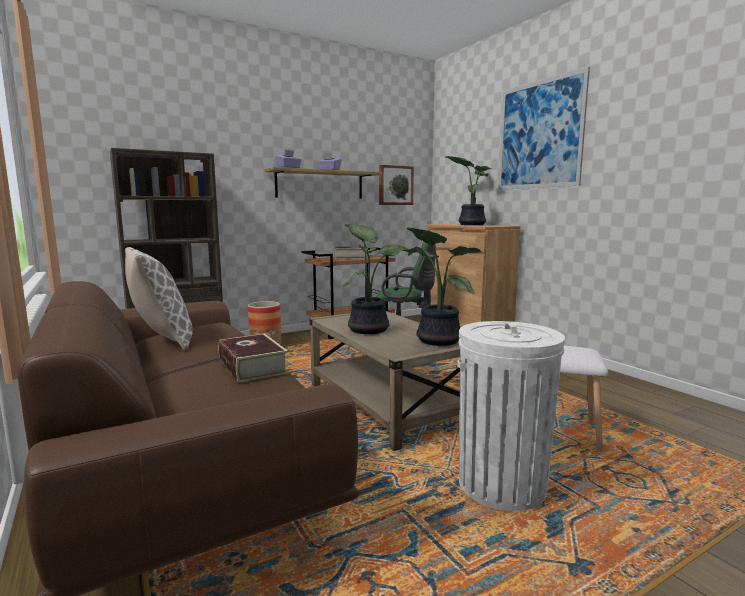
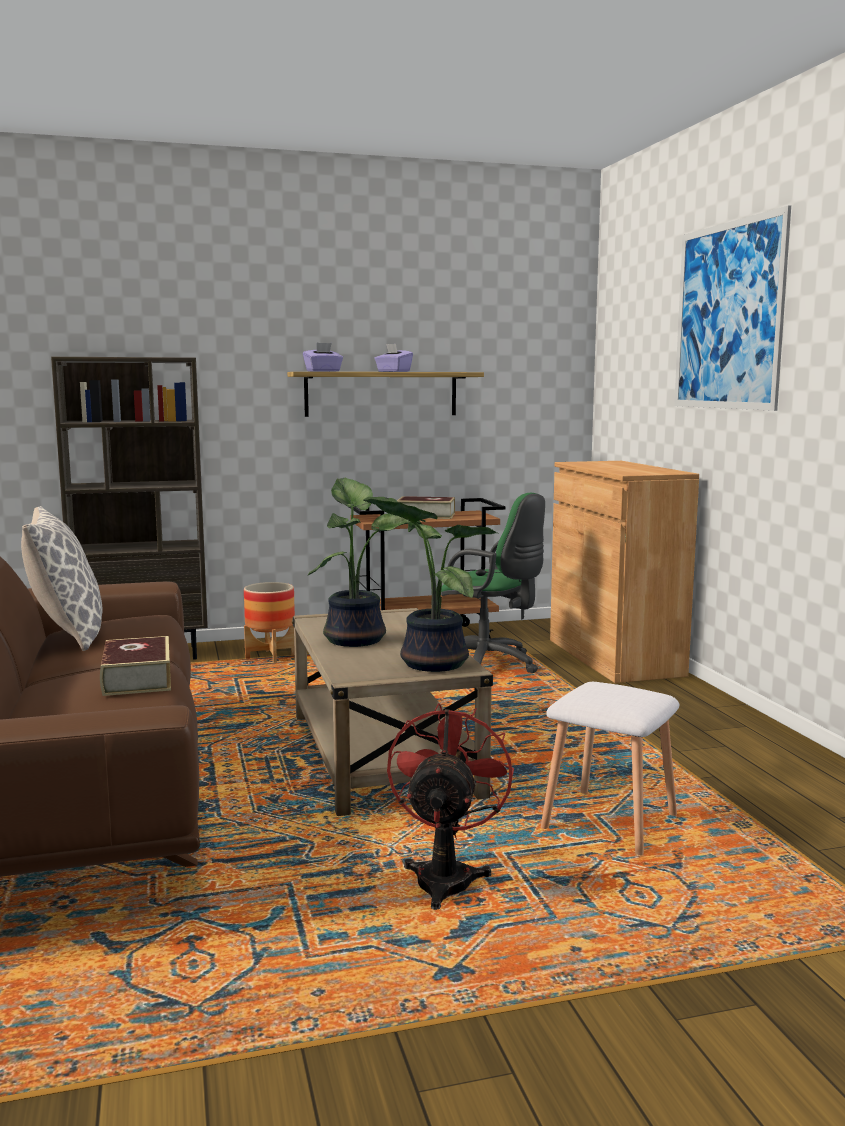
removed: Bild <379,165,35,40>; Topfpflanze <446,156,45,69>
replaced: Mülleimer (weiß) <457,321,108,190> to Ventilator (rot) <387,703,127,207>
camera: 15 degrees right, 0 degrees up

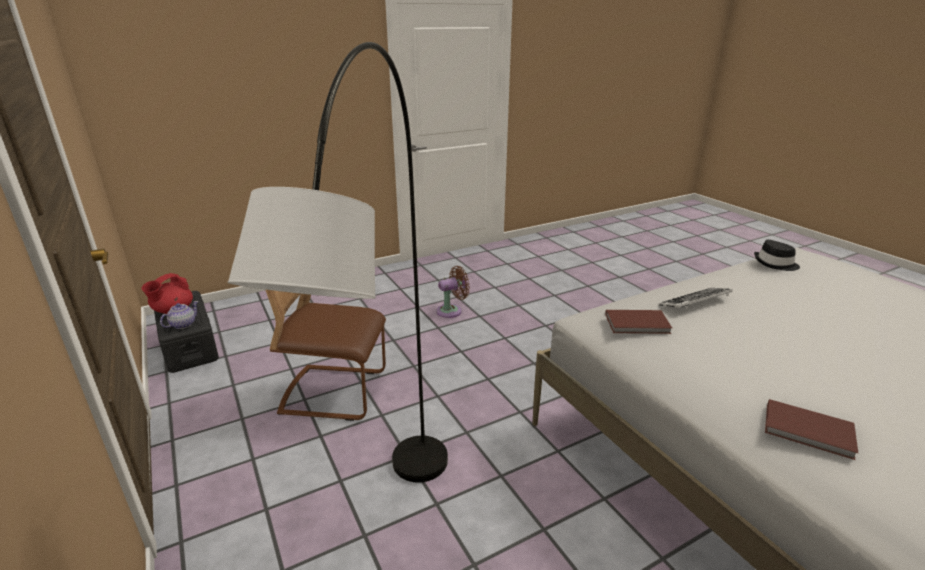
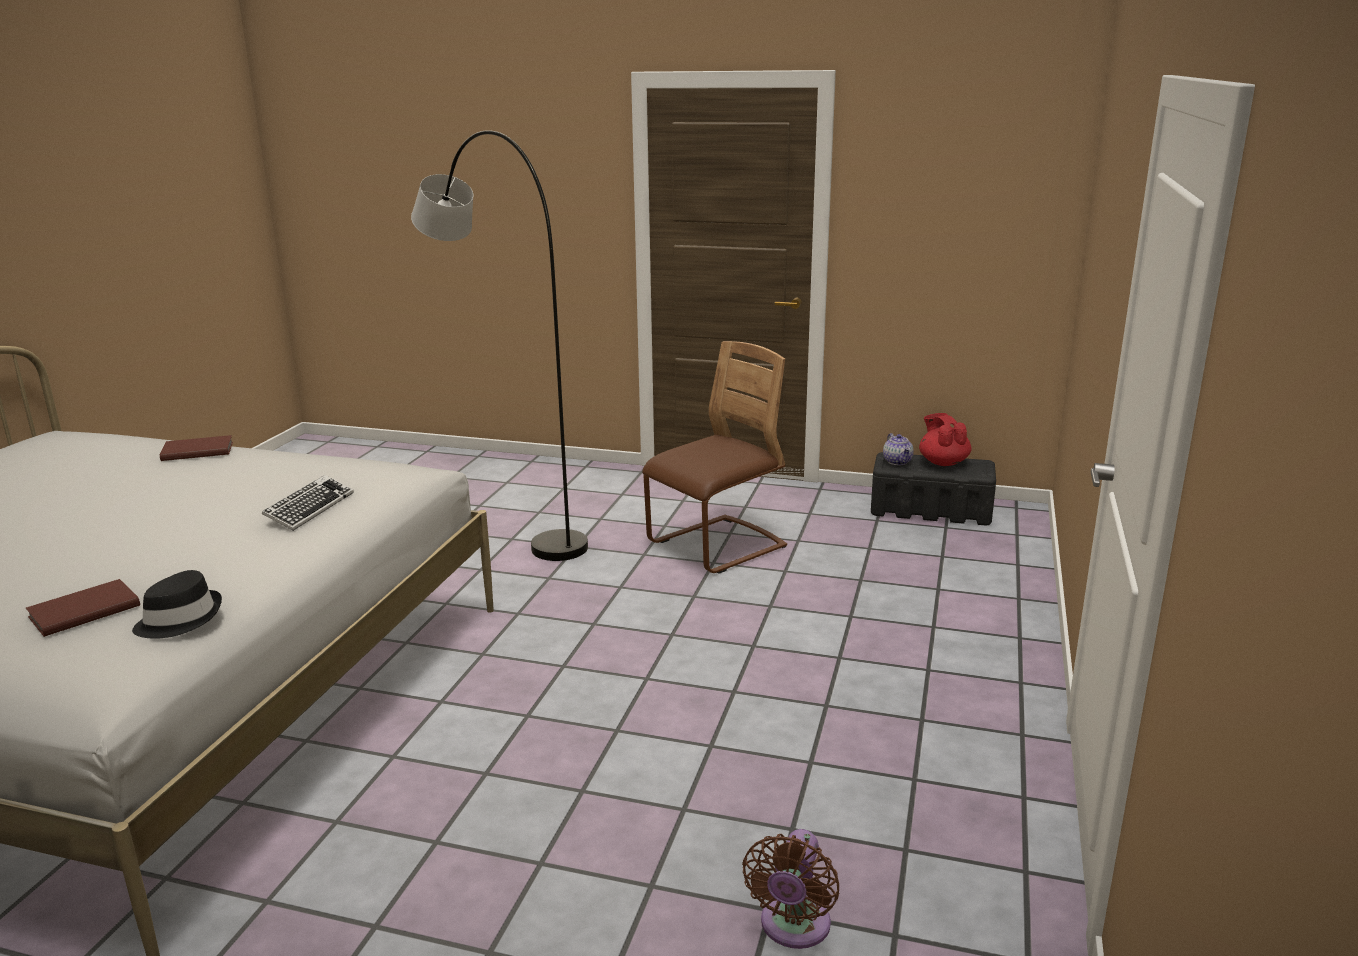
moved: Buch (braun) <605,310,67,24> to <26,579,114,58>; Ventilator (braun) <436,266,34,52> to <742,829,97,120>
camera: 135 degrees right, 5 degrees down

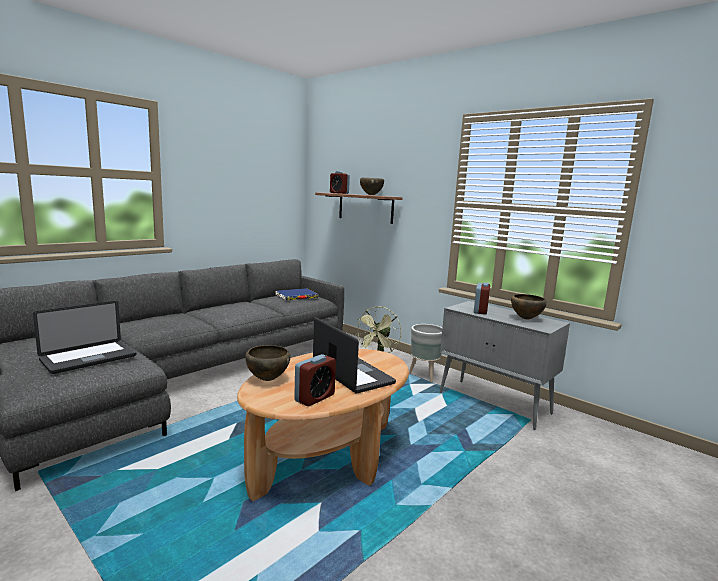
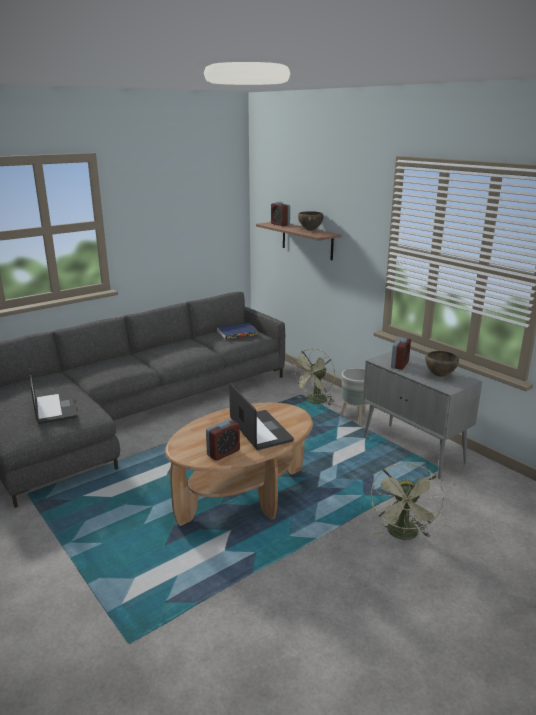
removed: Schüssel (braun) <245,345,45,36>
added: Ventilator (grün) <371,463,73,77>
turned: Laptop <33,301,103,73> = <29,364,49,60> 75 degrees counterclockwise
camera: 10 degrees right, 10 degrees up

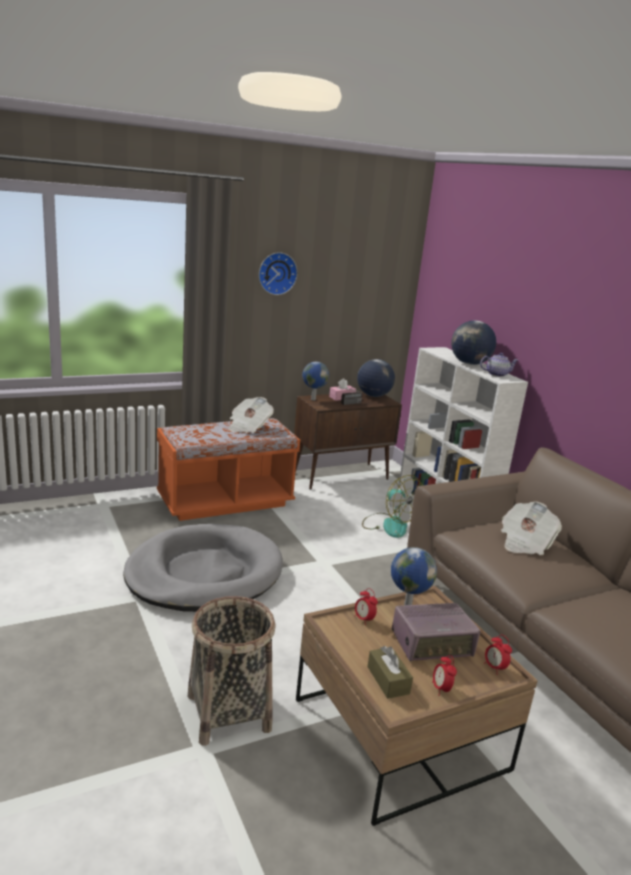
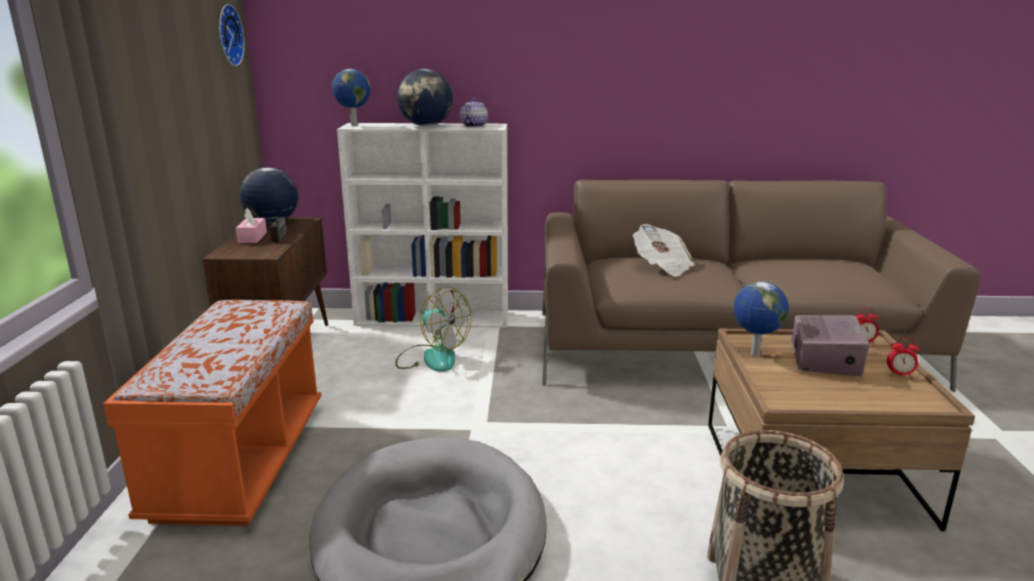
removed: Zeitung <229,397,45,36>; Wecker <355,588,23,33>; Taschentuchbox (braun) <367,646,46,53>
moved: Wanduhr <259,252,38,43> to <219,4,26,62>; Globus <302,362,27,39> to <332,69,39,57>
turned: Ventilator <362,475,61,63> = <395,287,76,85> 45 degrees clockwise
camera: 60 degrees left, 0 degrees up

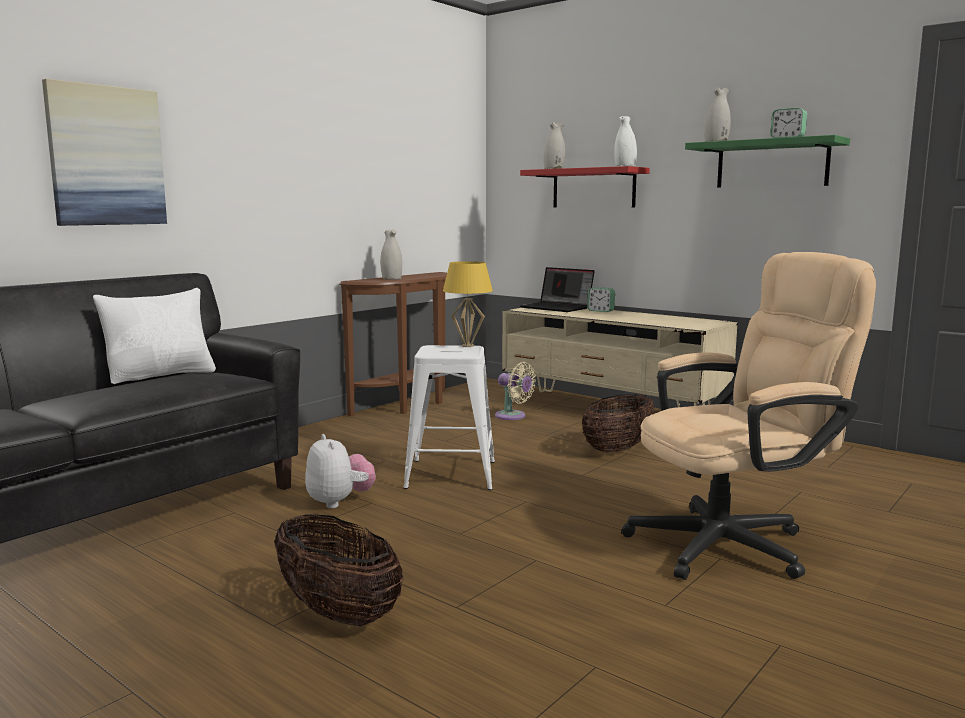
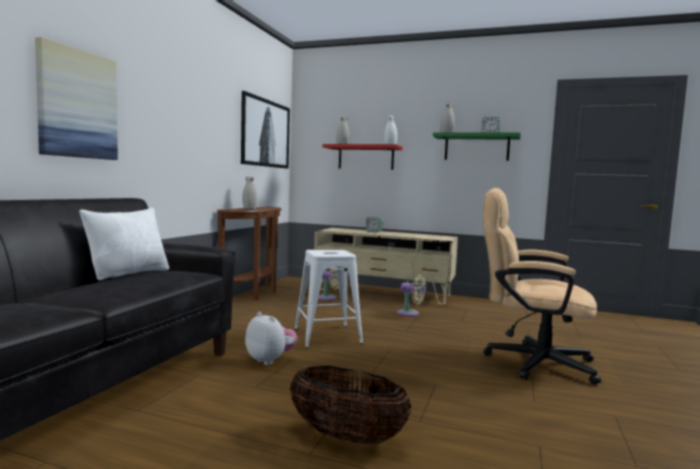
removed: Tischlampe (gelb) <443,261,50,86>; Laptop <520,267,75,45>
added: Bild <241,91,49,78>
replaced: Korb <582,394,72,58> to Ventilator (beige) <397,275,29,42>
turned: Bürostuhl (beige) <621,252,255,328> = <483,188,118,196> 120 degrees counterclockwise
camera: 20 degrees left, 5 degrees down

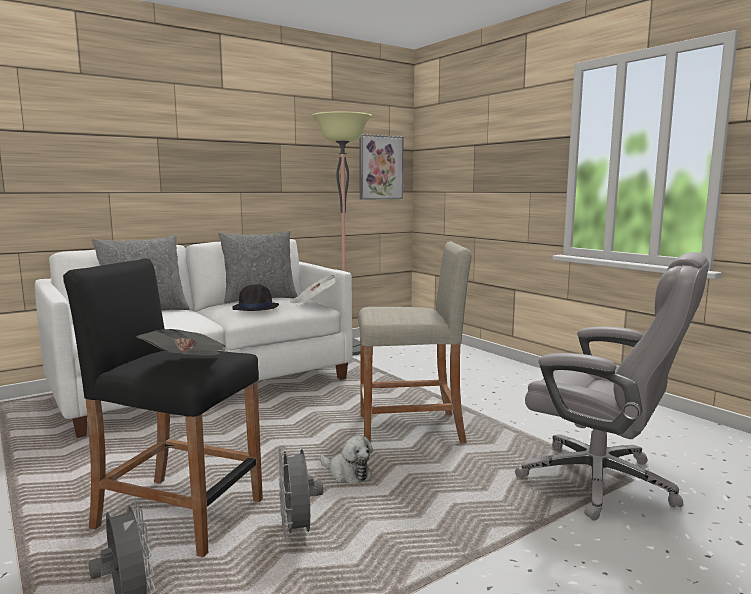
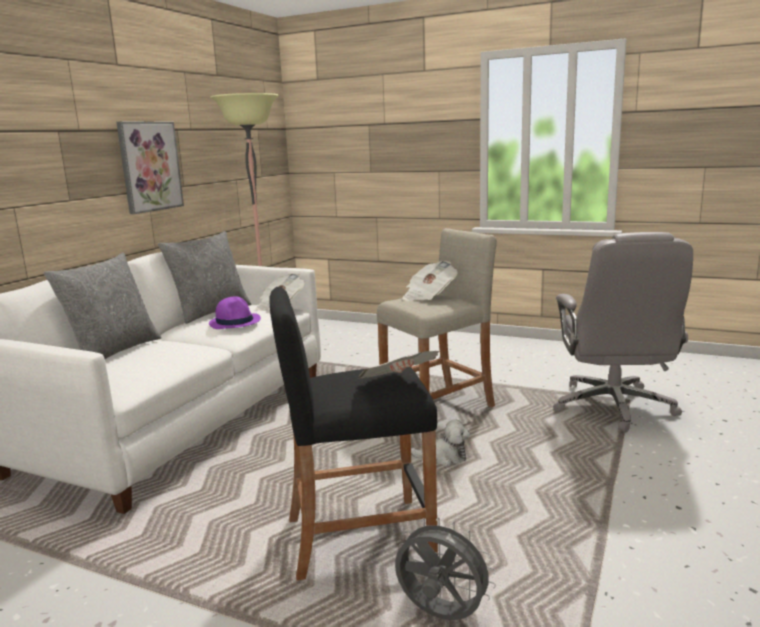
removed: Ventilator (grau) <278,445,45,96>
added: Zeitung <402,261,55,40>
moved: Bild <359,134,45,66> to <116,121,68,93>
recoloured: Hut (schwarz) <232,285,47,26> to Hut (lila) <209,296,52,33>
turned: Bürostuhl (grau) <515,252,194,269> = <553,232,140,201> 90 degrees clockwise
camera: 30 degrees left, 5 degrees up

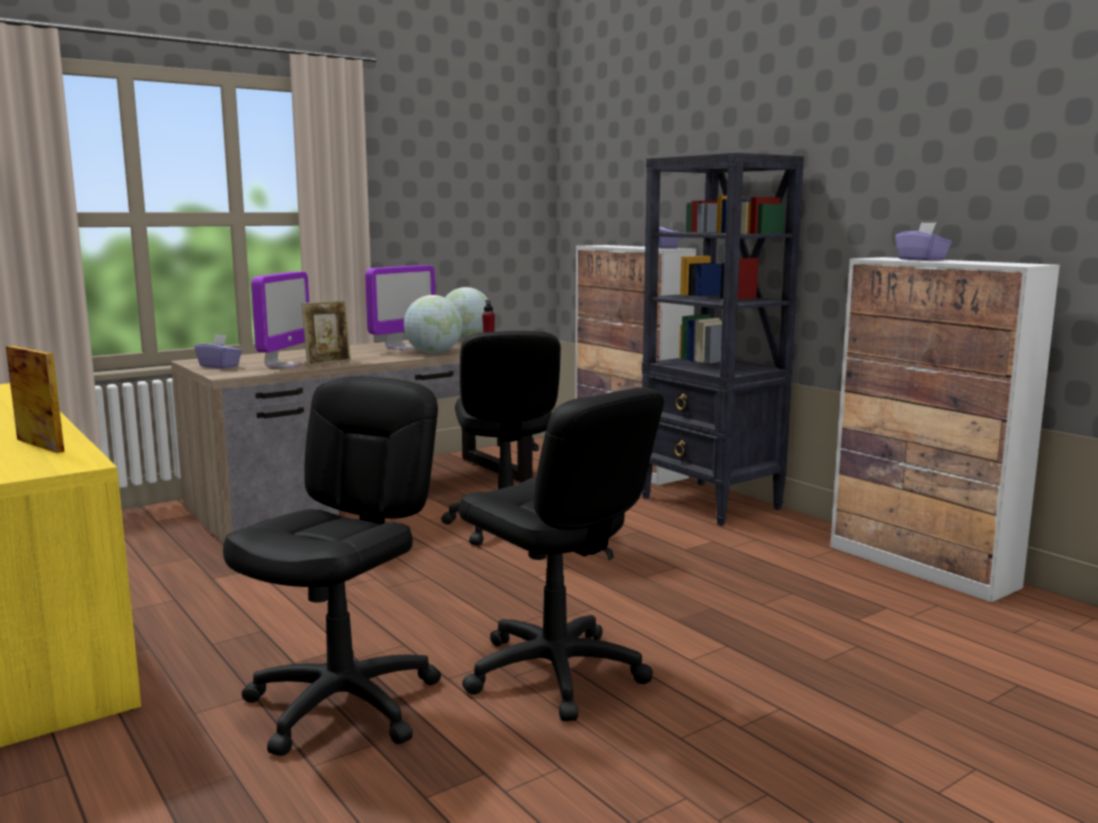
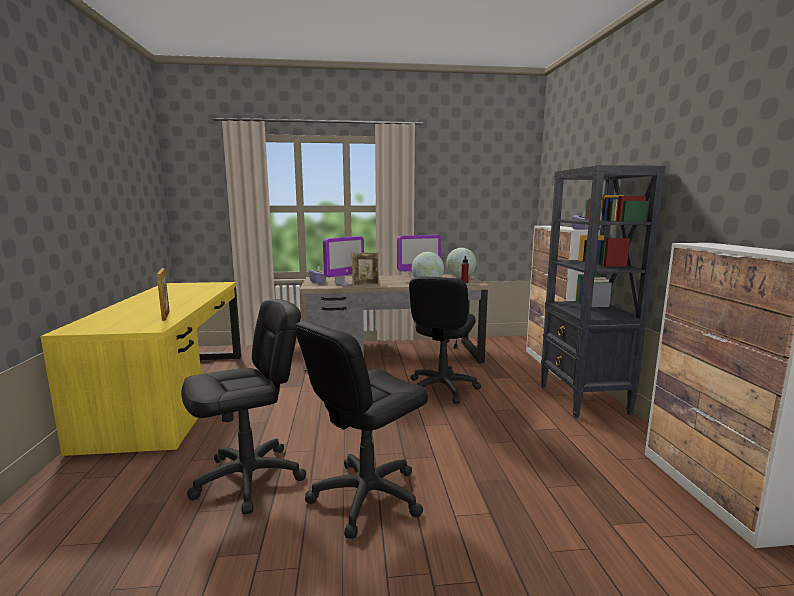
removed: Taschentuchbox (lila) <895,222,57,39>
turned: Bürostuhl (schwarz) <459,387,205,334> = <294,320,134,219> 60 degrees clockwise
camera: 30 degrees right, 0 degrees up

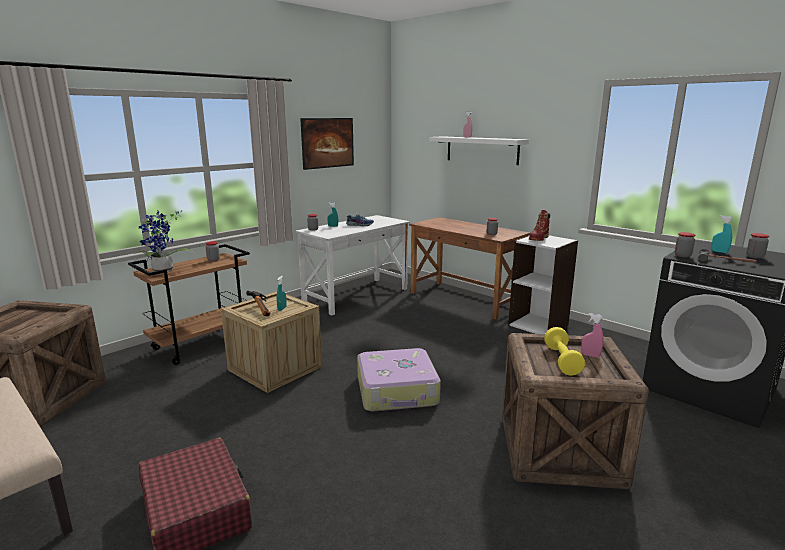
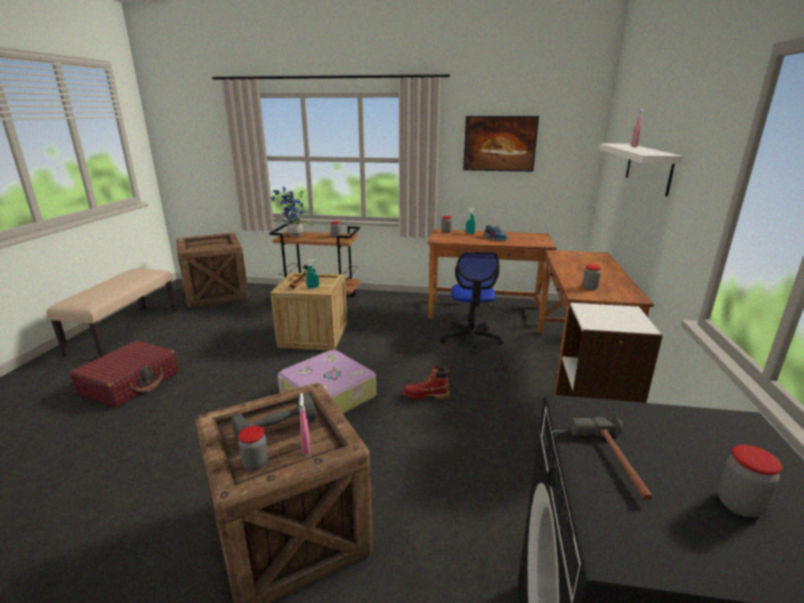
removed: Sprühflasche (türkis) <712,215,21,38>
added: Bürostuhl <439,252,65,102>
moved: Vorratsglas <675,232,20,25> to <238,426,31,44>; Stiefel (rot) <529,210,21,31> to <402,364,48,36>
recoloured: Hantel (gelb) <544,327,41,49> to Hantel (grau) <231,393,85,53>; Schreibtisch (weiß) <295,215,115,101> to Schreibtisch (braun) <428,229,128,90>
camera: 55 degrees right, 5 degrees up

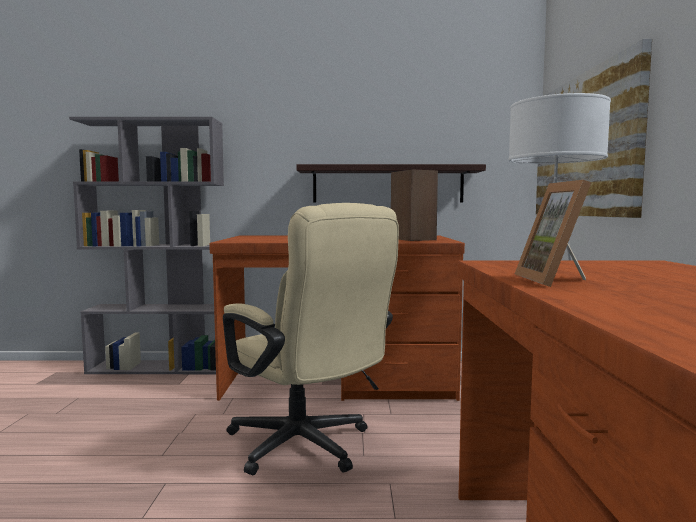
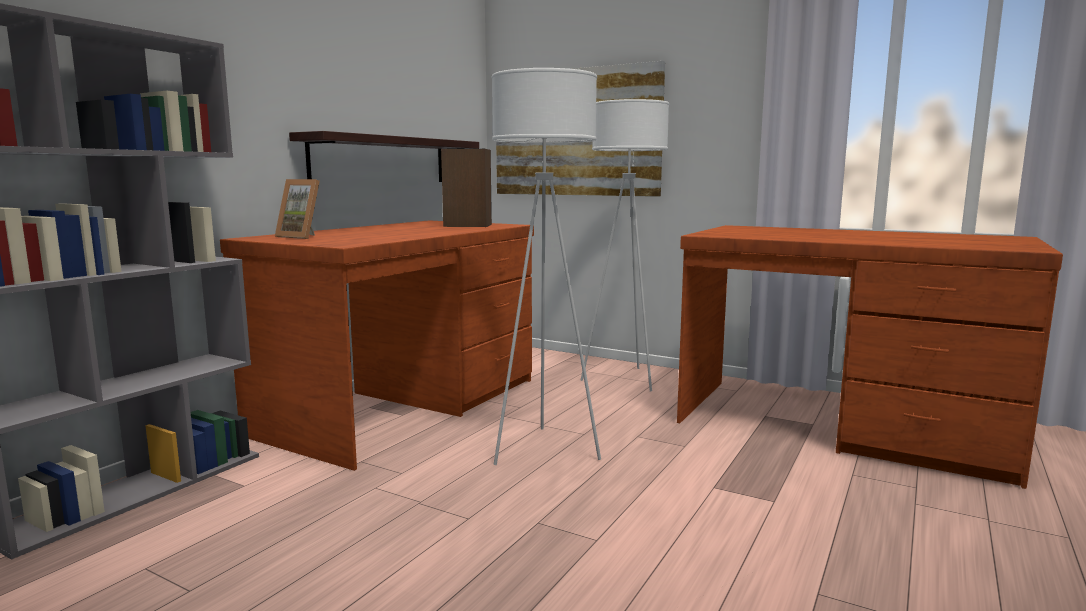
moved: Bilderrahmen <515,180,76,107> to <275,179,45,60>
replaced: Bürostuhl (beige) <223,203,176,272> to Stehlampe (weiß) <492,68,109,397>
camera: 60 degrees left, 5 degrees up

